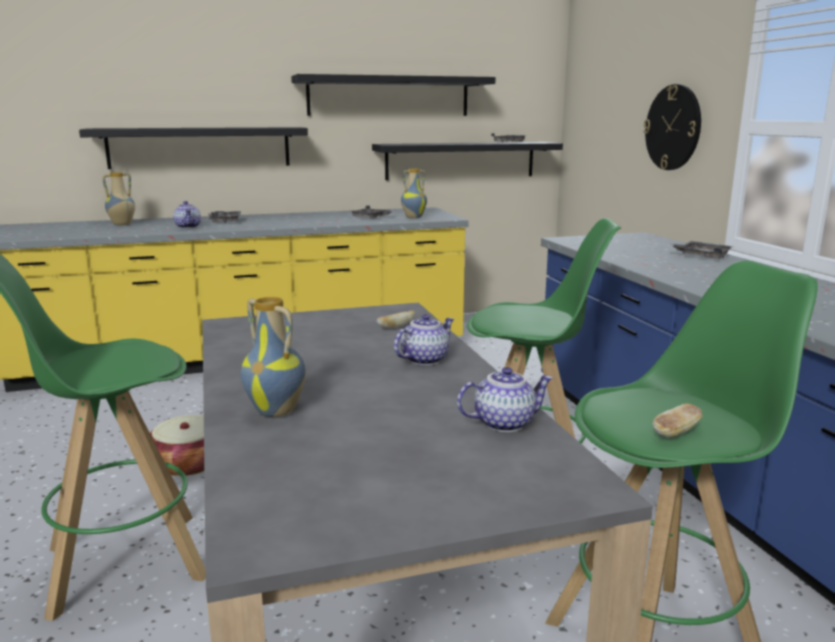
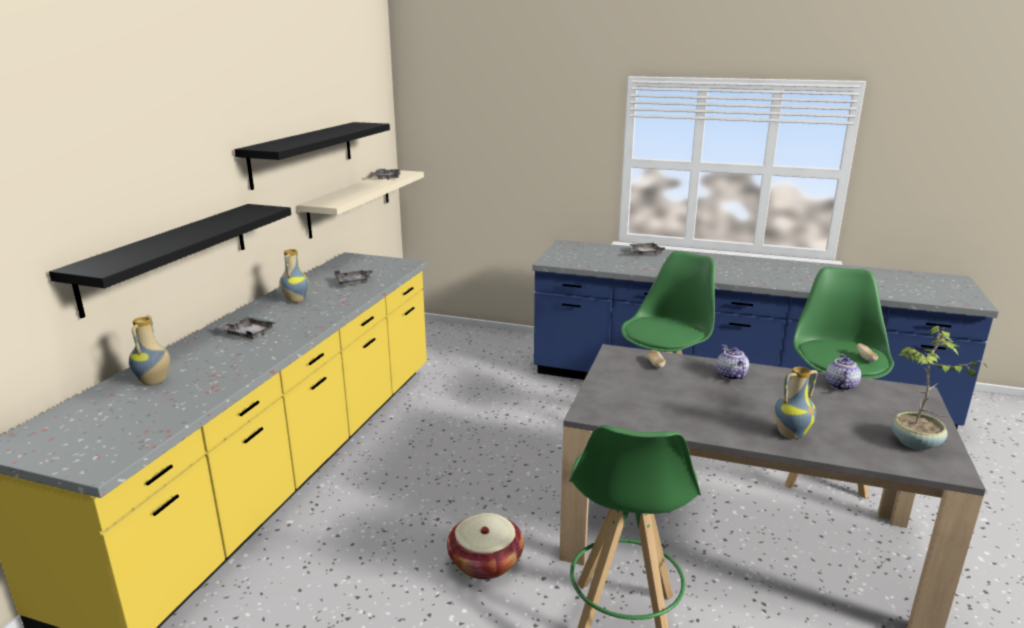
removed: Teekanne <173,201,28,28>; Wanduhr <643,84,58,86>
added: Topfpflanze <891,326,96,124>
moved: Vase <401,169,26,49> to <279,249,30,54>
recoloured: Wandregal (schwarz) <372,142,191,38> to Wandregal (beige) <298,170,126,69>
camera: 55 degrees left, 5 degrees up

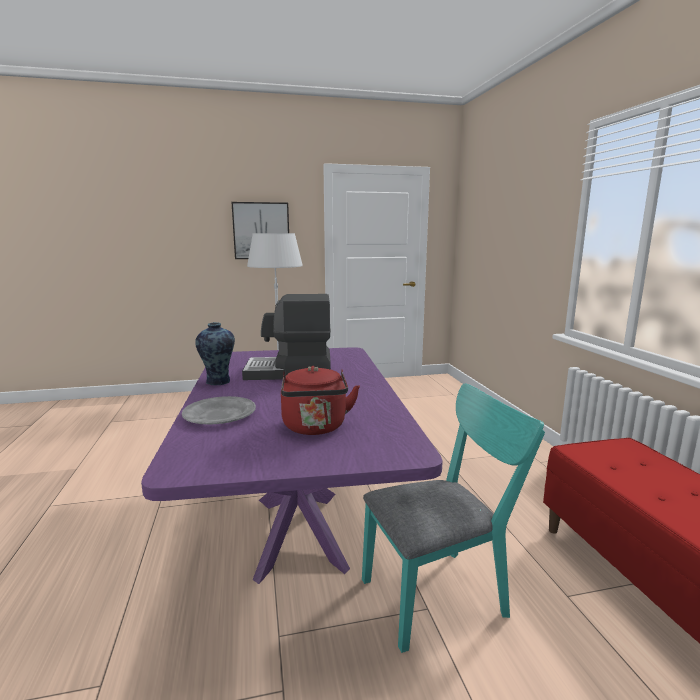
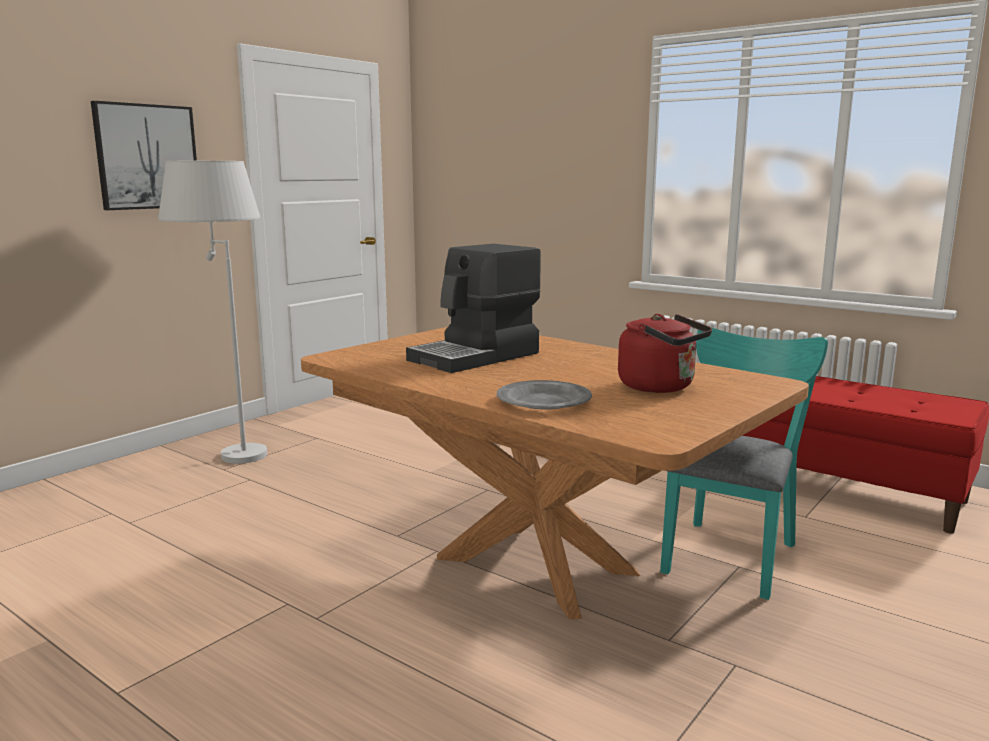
removed: Vase <195,322,40,63>
recoloured: Esstisch (lila) <141,347,302,237> to Esstisch (braun) <301,327,508,292>
camera: 40 degrees left, 0 degrees up

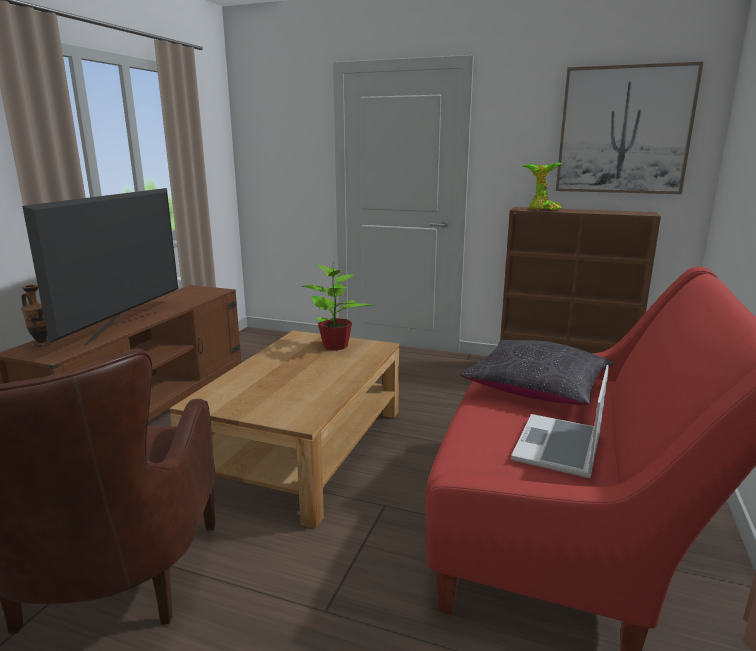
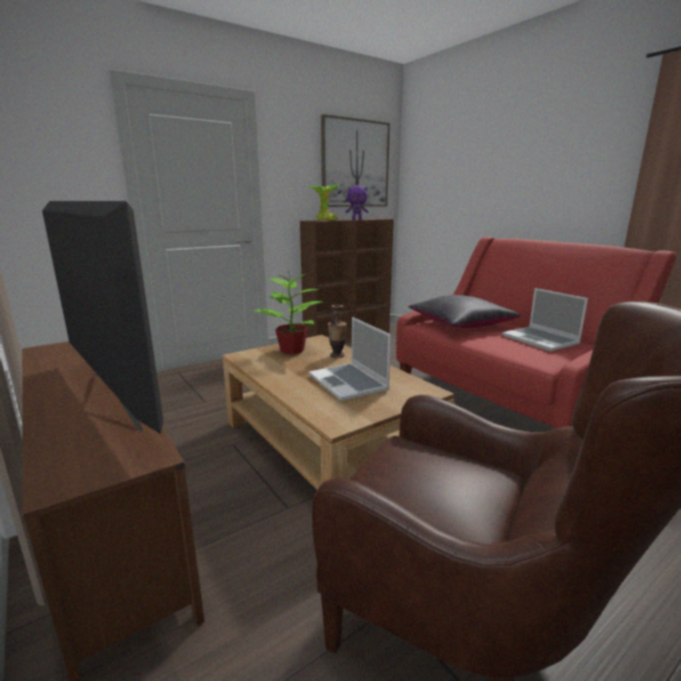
added: Laptop <309,317,82,84>; Plüschtier (lila) <346,185,22,35>
moved: Vase <21,285,30,62> to <328,305,19,53>
camera: 55 degrees left, 0 degrees up

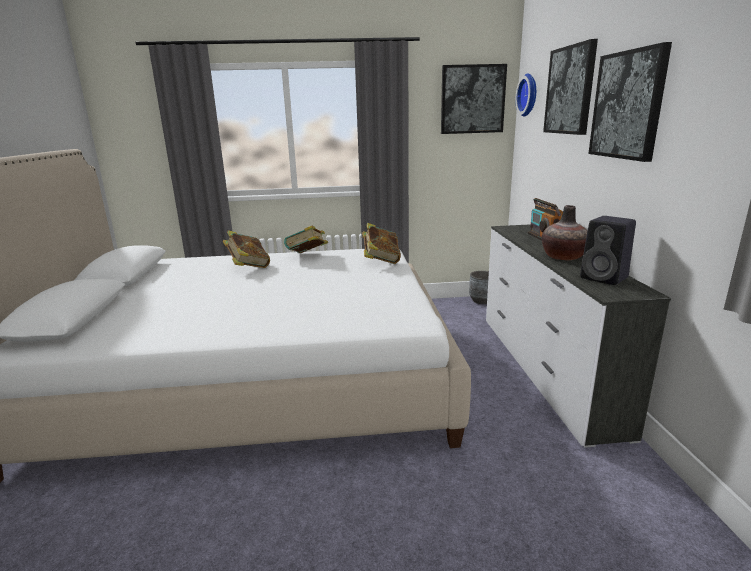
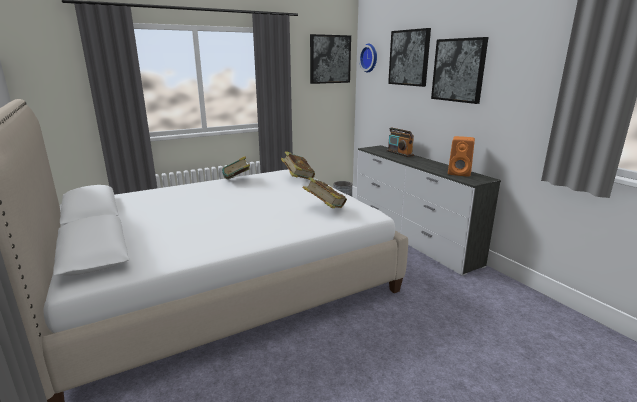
removed: Vase <542,205,46,55>
moved: Buch <223,230,47,38> to <303,177,44,31>
recoloured: Lautsprecher (schwarz) <580,216,56,69> to Lautsprecher (orange) <448,136,27,41>
camera: 25 degrees left, 0 degrees up

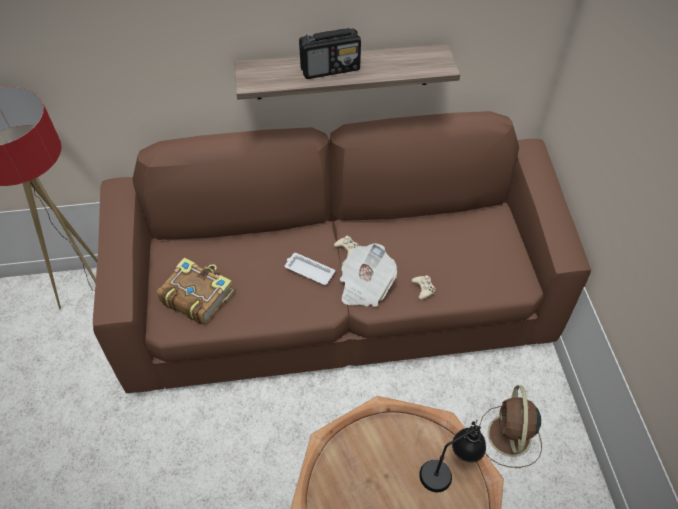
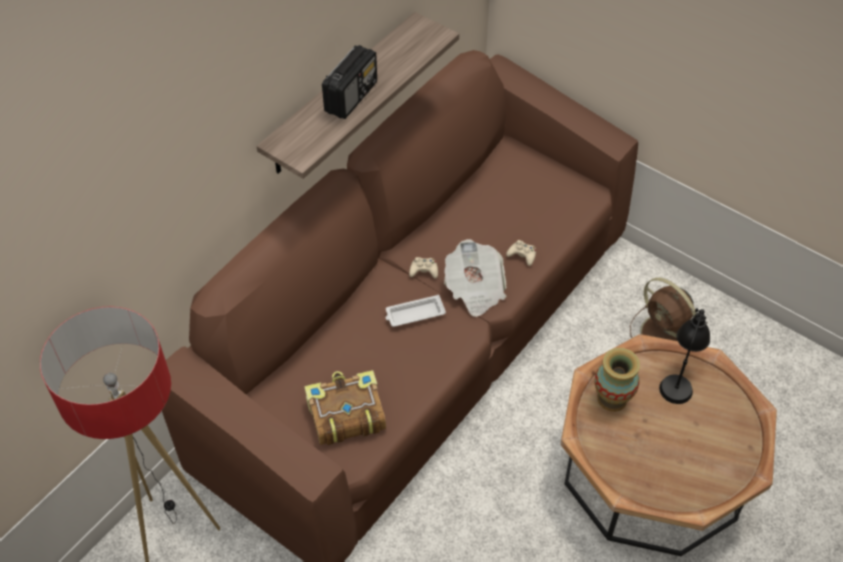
added: Vase <595,348,45,64>
camera: 45 degrees left, 0 degrees up

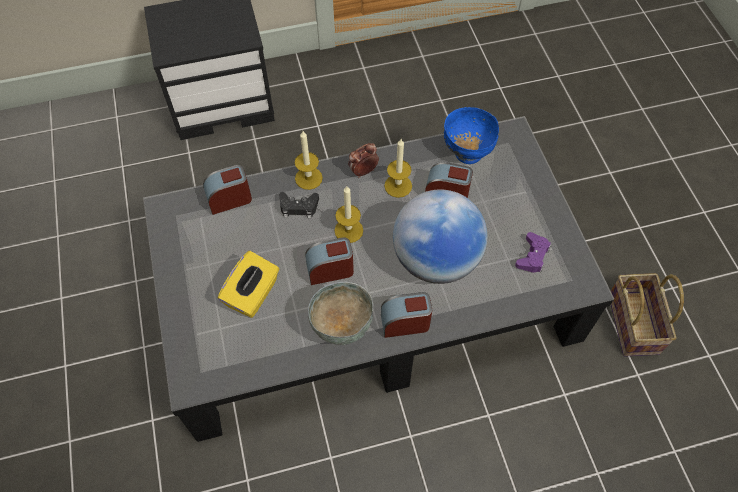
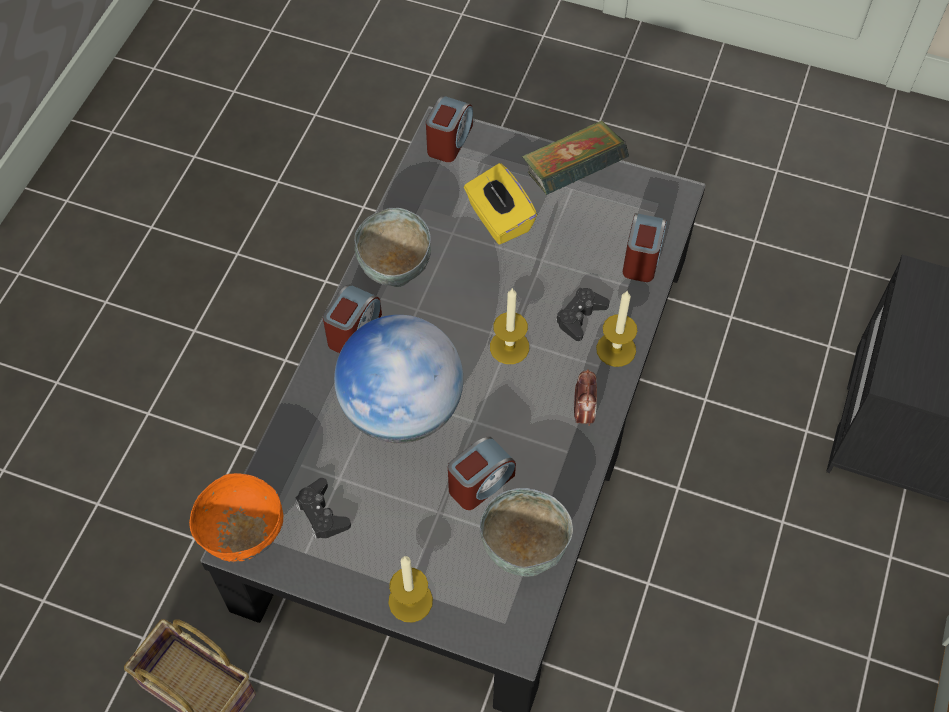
added: Schüssel (orange) <189,473,94,89>; Buch <522,120,107,75>
moved: Kerze <384,139,28,59> to <388,556,45,66>; Wecker <305,237,49,48> to <426,96,47,66>
recoloured: Gamepad (lila) <515,232,36,41> to Gamepad (schwarz) <295,478,56,61>; Schüssel (blau) <444,107,55,57> to Schüssel (grau) <480,488,93,89>
camera: 125 degrees right, 0 degrees up

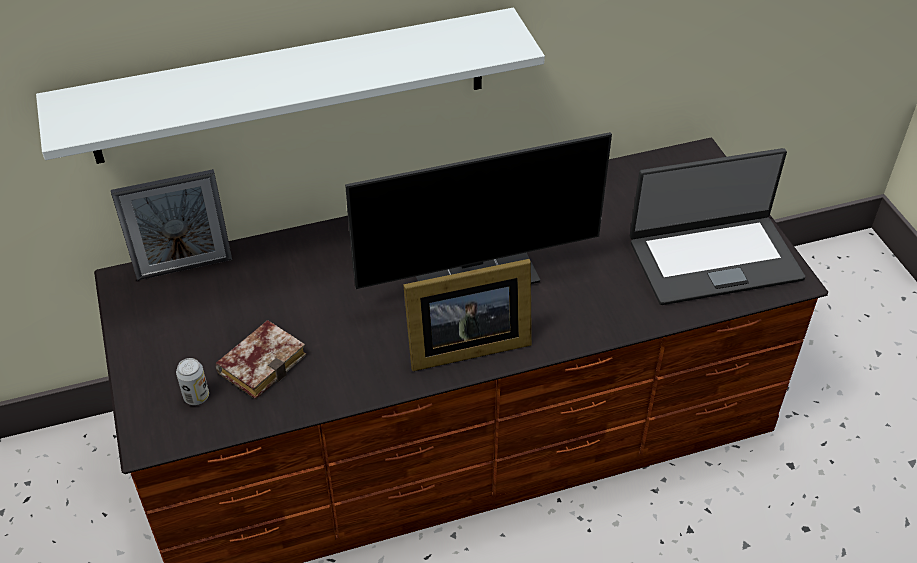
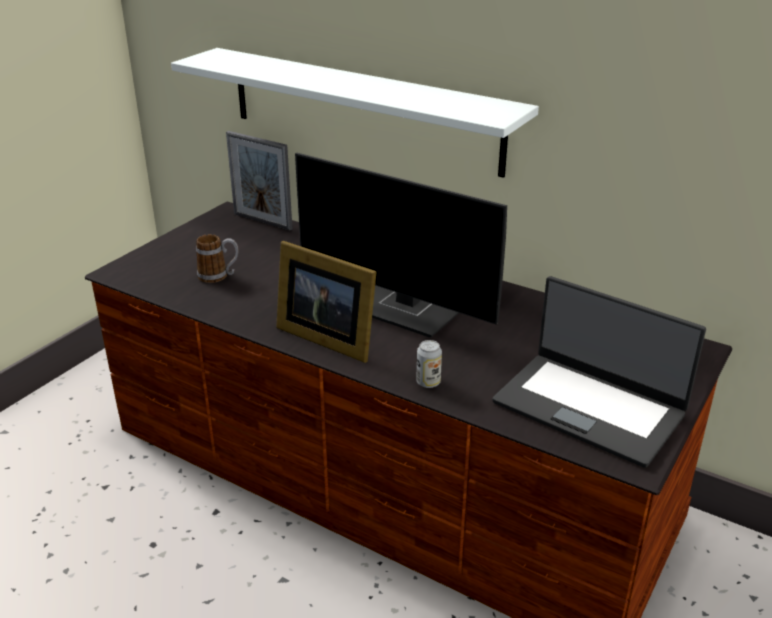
moved: Dose <176,358,33,47> to <417,340,25,48>
replaced: Buch <216,320,91,79> to Henkelbecher <196,234,42,49>
camera: 50 degrees right, 15 degrees down

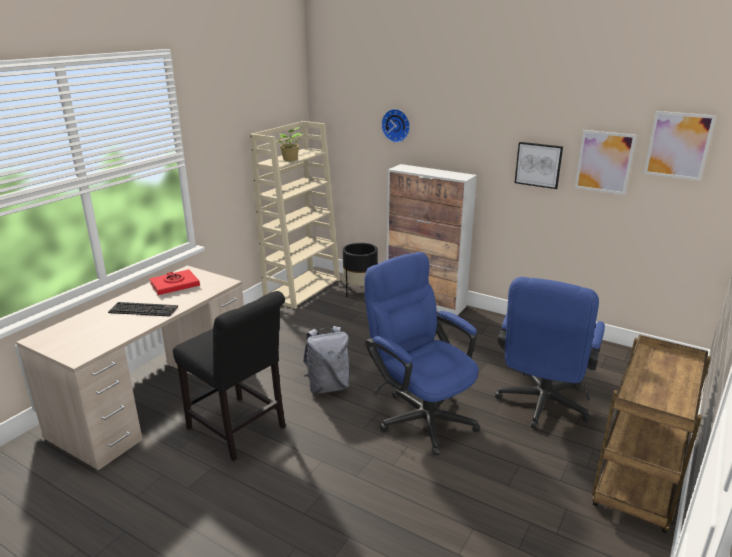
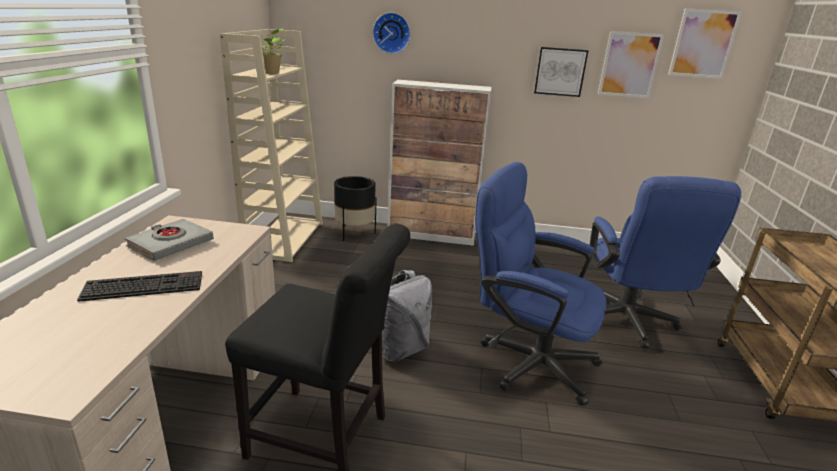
recoloured: Buch (rot) <149,269,51,26> to Buch (grau) <125,219,89,42>
camera: 25 degrees left, 0 degrees up

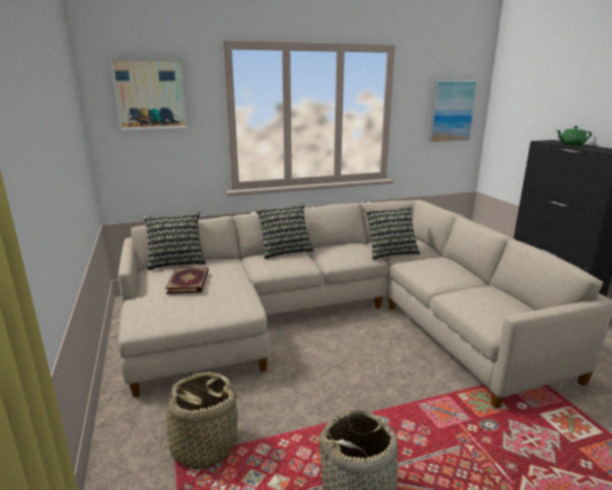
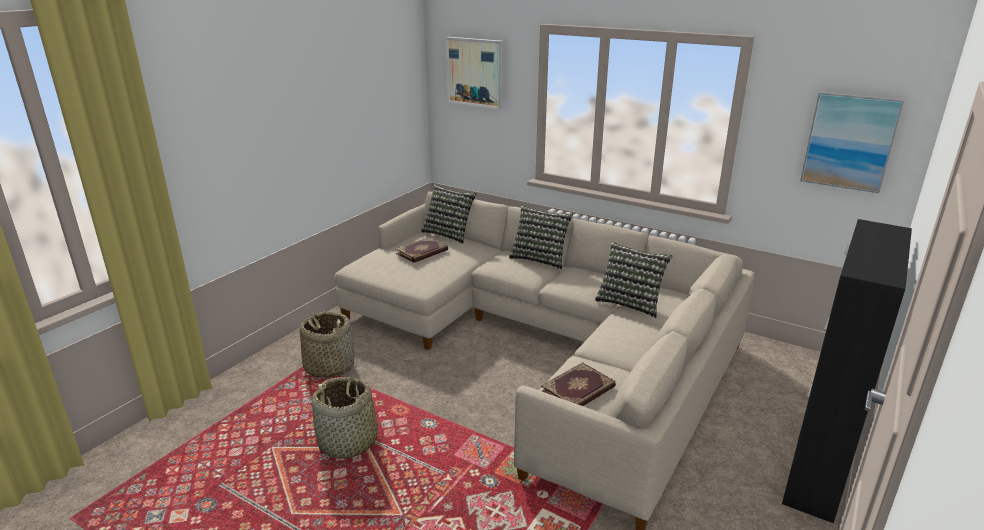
removed: Teekanne (grün) <556,126,36,20>
added: Buch <541,362,75,44>
camera: 50 degrees right, 5 degrees up

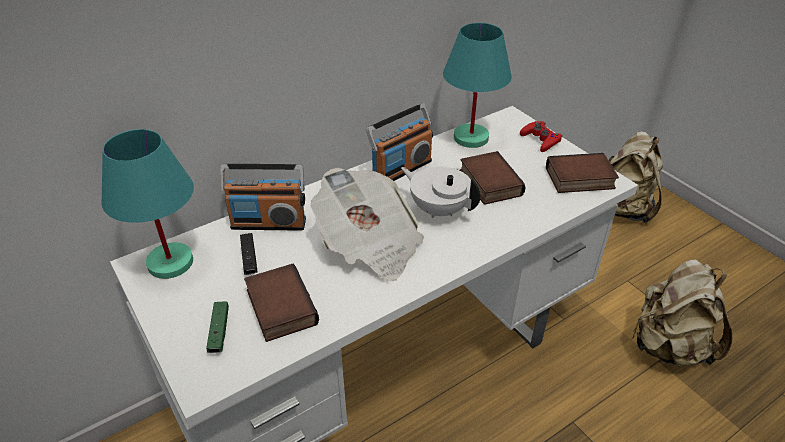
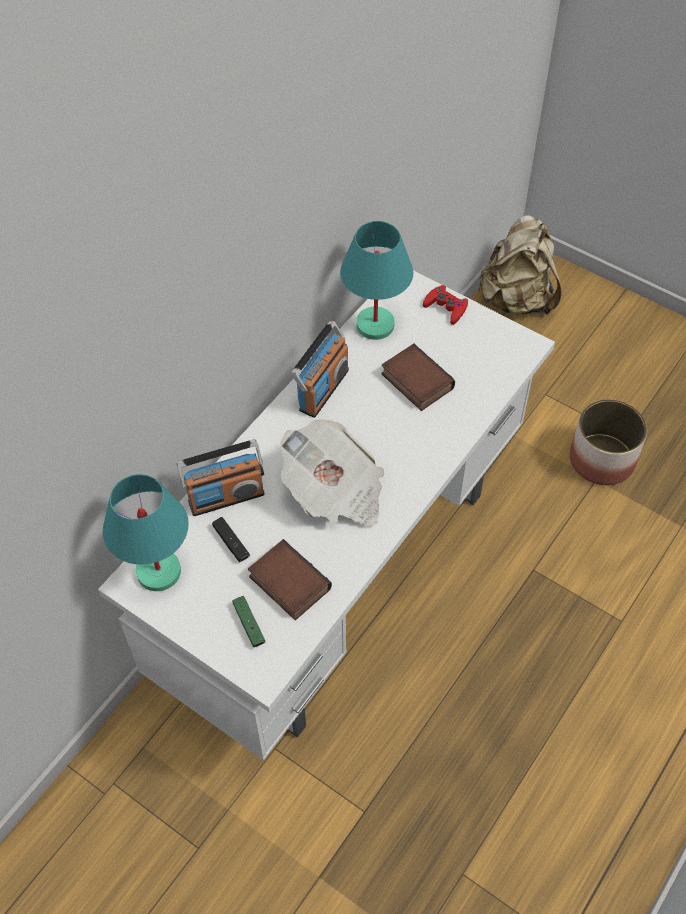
removed: Teekanne (weiß) <401,166,80,52>; Buch <546,153,73,40>
replaced: Rucksack (beige) <631,259,101,108> to Pflanzkübel <570,399,77,86>
camera: 20 degrees left, 15 degrees up

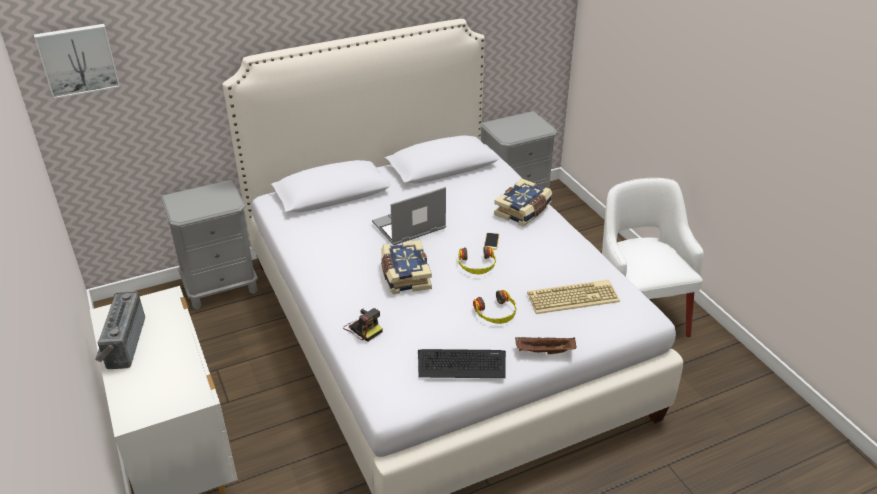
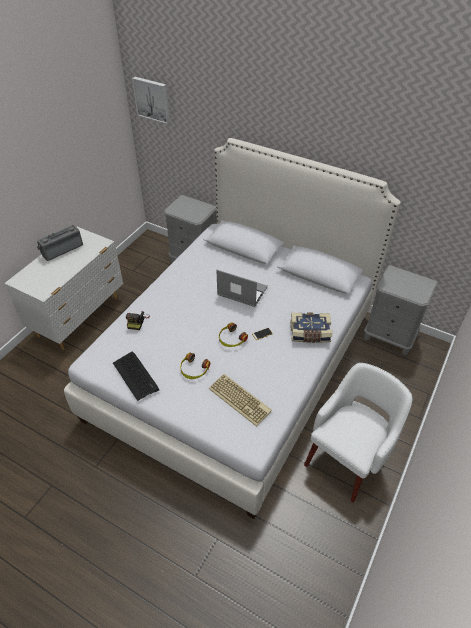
removed: Buch <381,240,51,54>; Tablett (braun) <515,337,62,17>
camera: 55 degrees right, 10 degrees up

